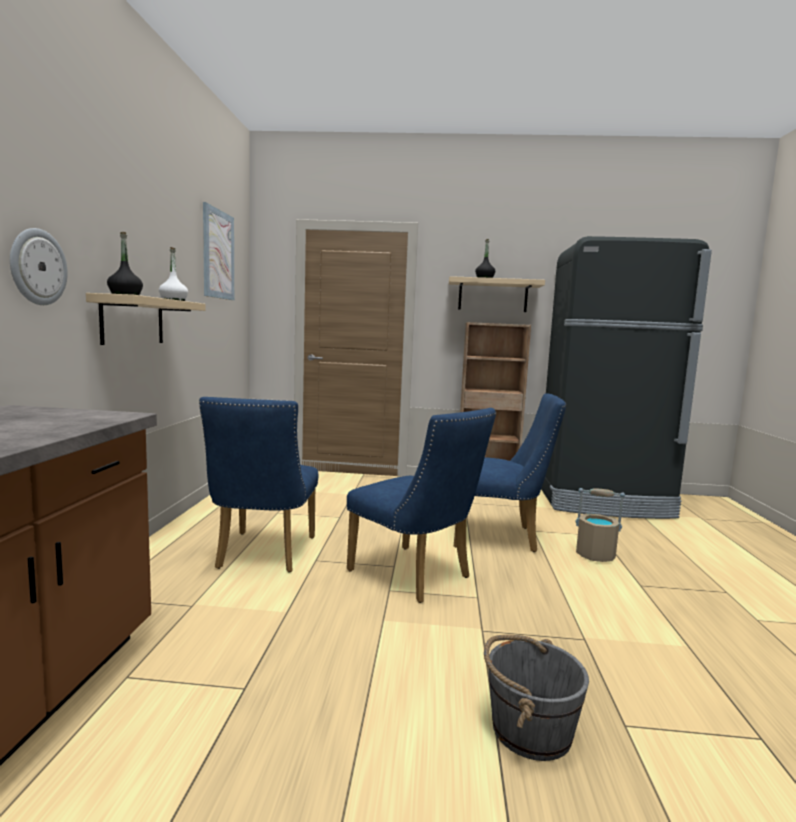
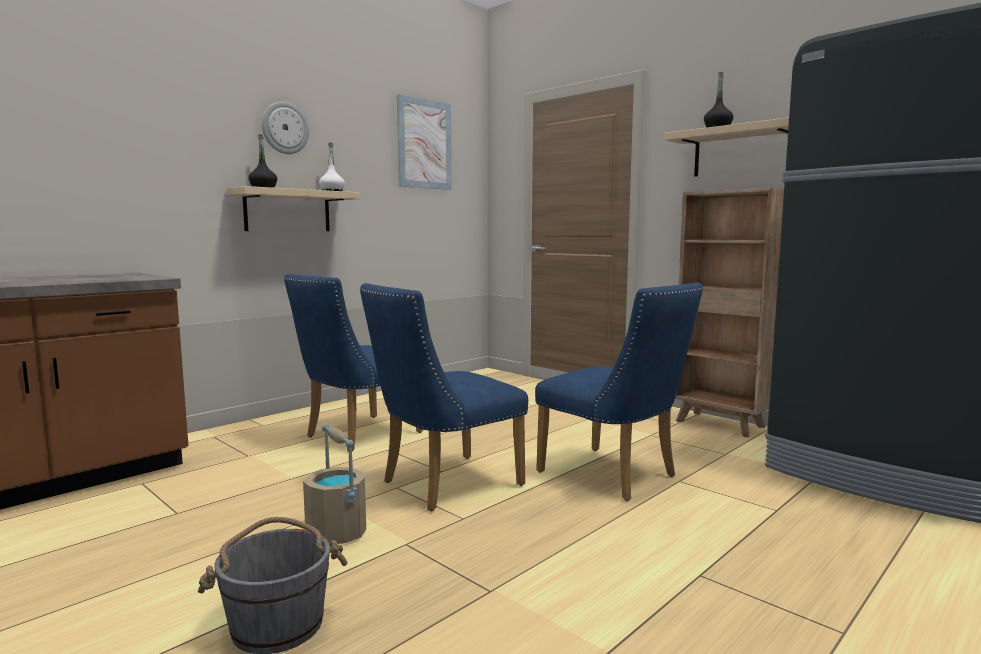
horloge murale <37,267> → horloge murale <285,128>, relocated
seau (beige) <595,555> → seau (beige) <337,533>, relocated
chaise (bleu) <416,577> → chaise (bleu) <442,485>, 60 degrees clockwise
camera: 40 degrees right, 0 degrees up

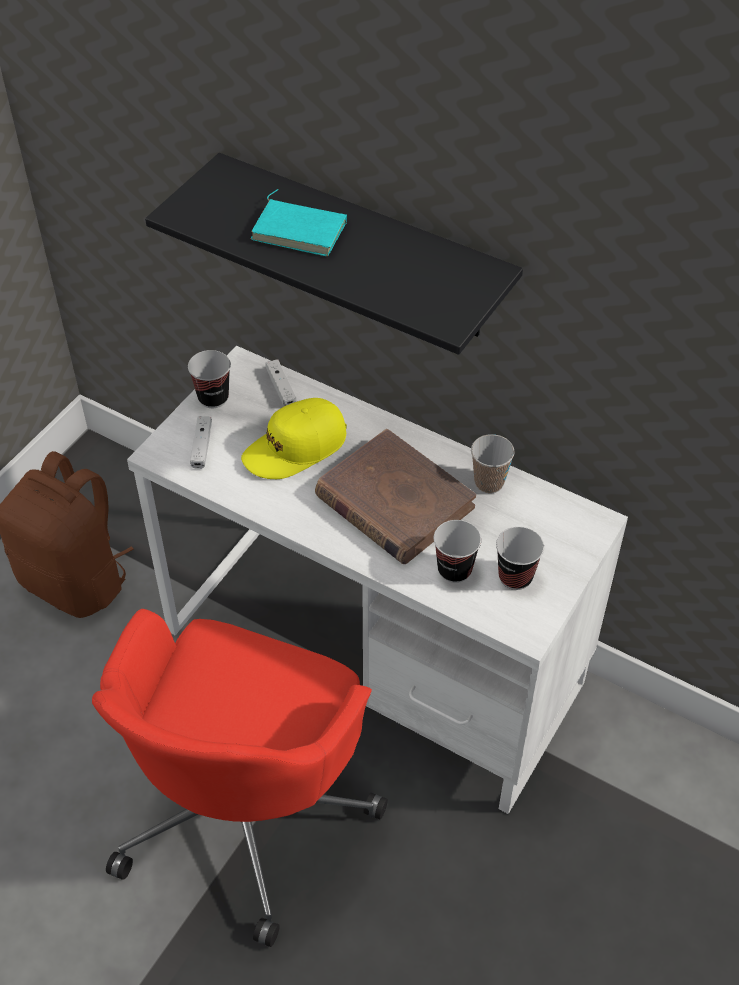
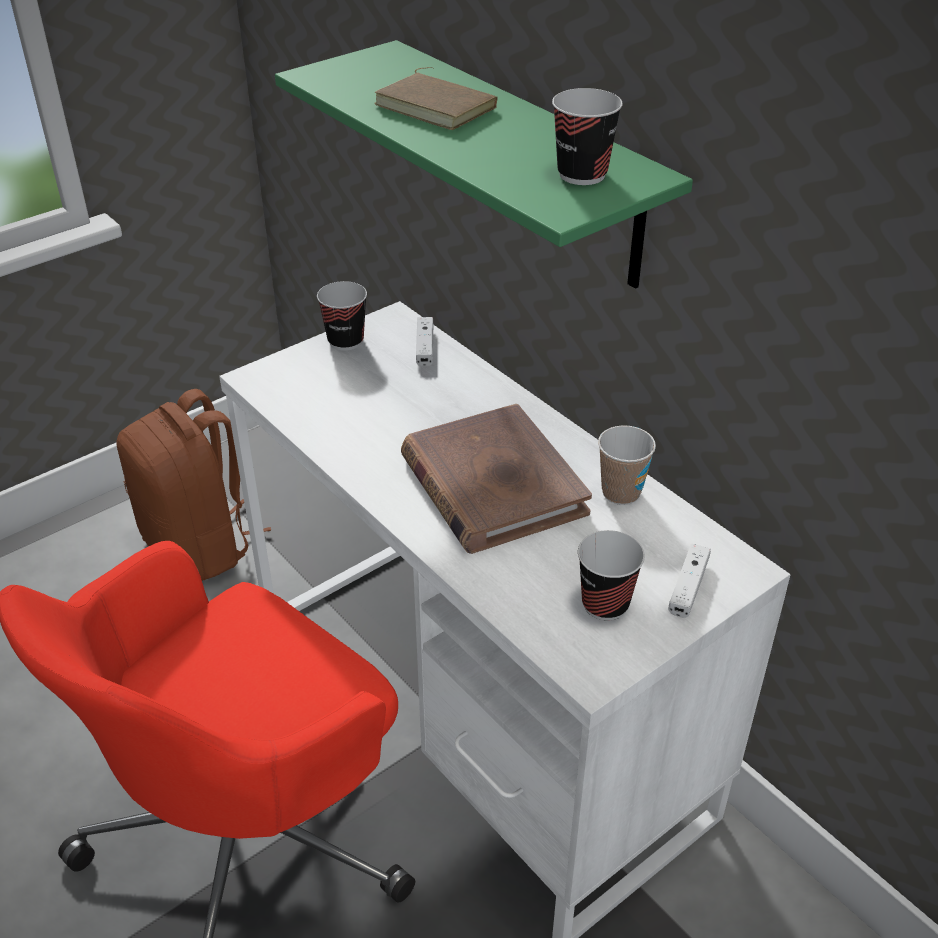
étagère (noir) <364,249> → étagère (vert) <525,163>
livre (turquoise) <300,230> → livre (marron) <438,106>
tasse <454,570> → tasse <582,174>, relocated
manette (blanc) <201,446> → manette (blanc) <688,587>, relocated
casquette (jaune) <295,448> → -
camera: 20 degrees right, 10 degrees down

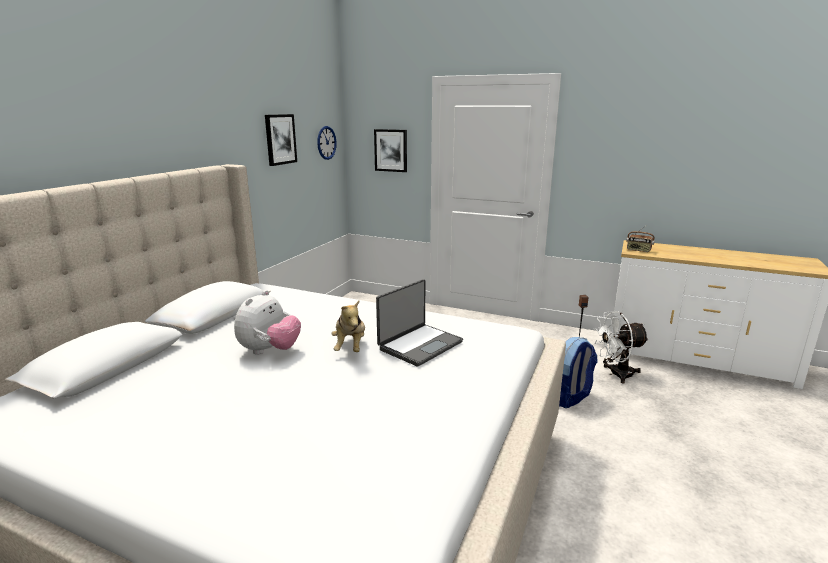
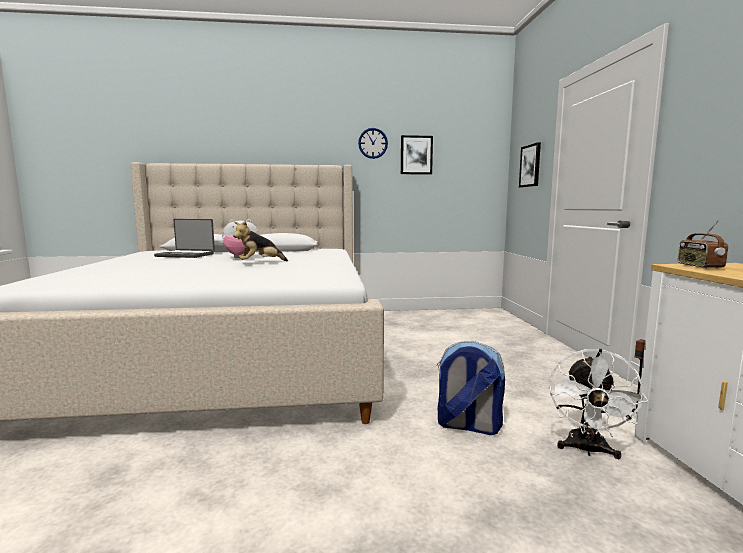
ordinateur portable <419,345> → ordinateur portable <186,255>, relocated
horloge murale <326,142> → horloge murale <373,143>, relocated
ventilateur (blanc) <616,374> → ventilateur (blanc) <587,450>, 120 degrees counterclockwise
camera: 60 degrees right, 10 degrees down

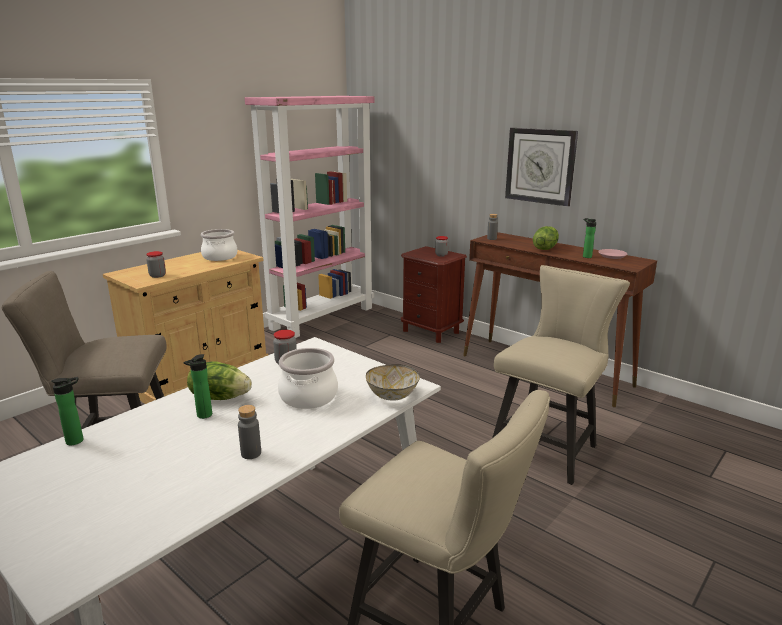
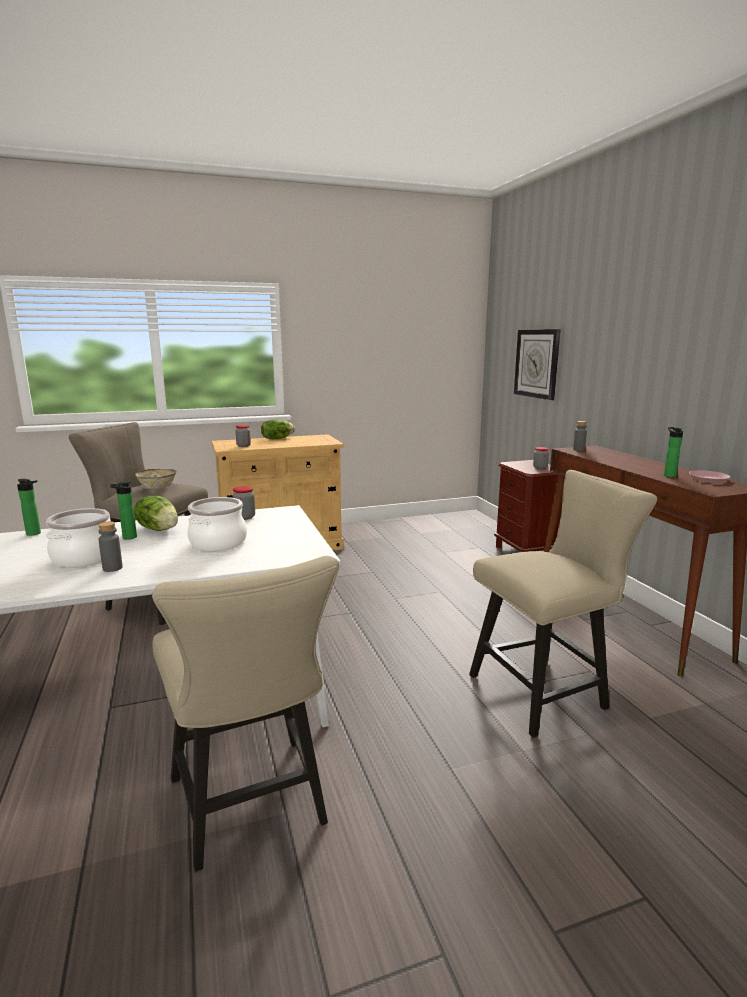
marmite <219,257> → marmite <84,557>, relocated
bol <393,395> → bol <158,488>, relocated
laitue <545,248> → laitue <277,438>, relocated
horloge murale <540,166> → horloge murale <537,363>, relocated
bibliothèque (rose) <322,318> → -
camera: 30 degrees right, 5 degrees down

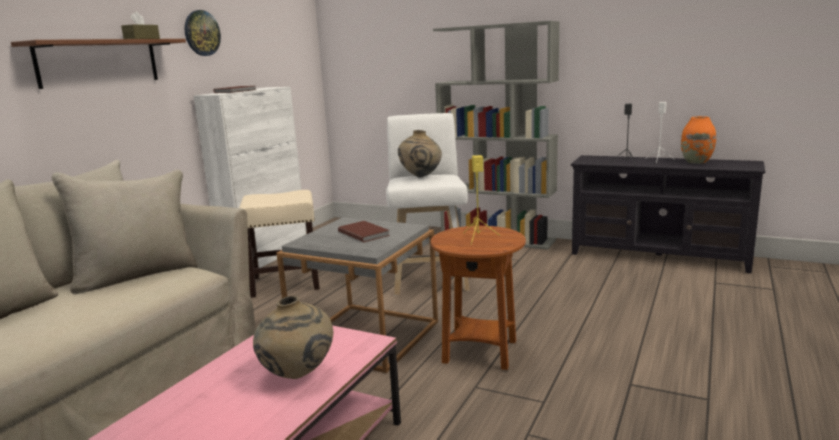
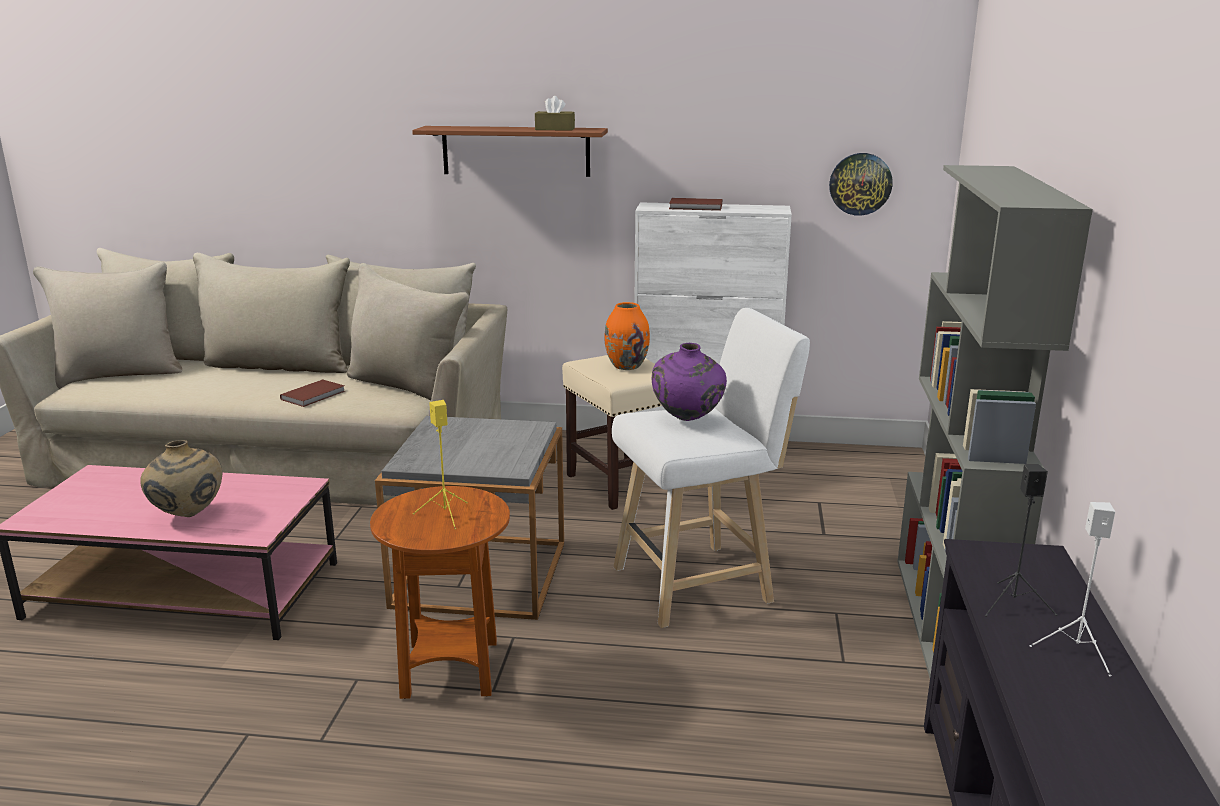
livre (marron) <364,233> → livre (marron) <314,395>, relocated
vase (orange) <696,162> → vase (orange) <626,366>, relocated
vase (beige) <420,177> → vase (violet) <688,420>
horloge murale <201,33> → horloge murale <860,184>, relocated
camera: 70 degrees right, 5 degrees up

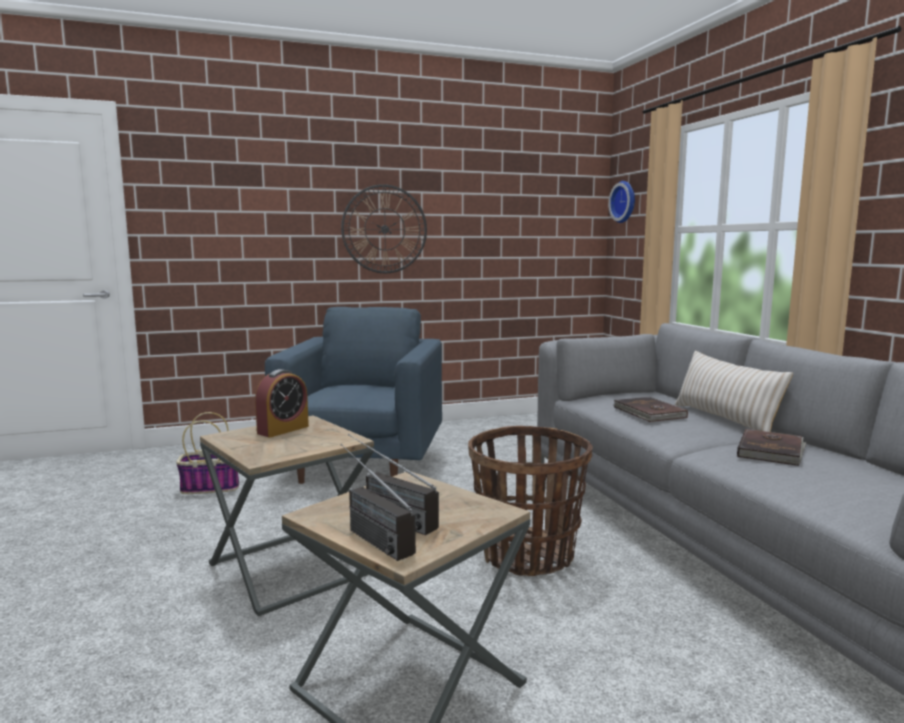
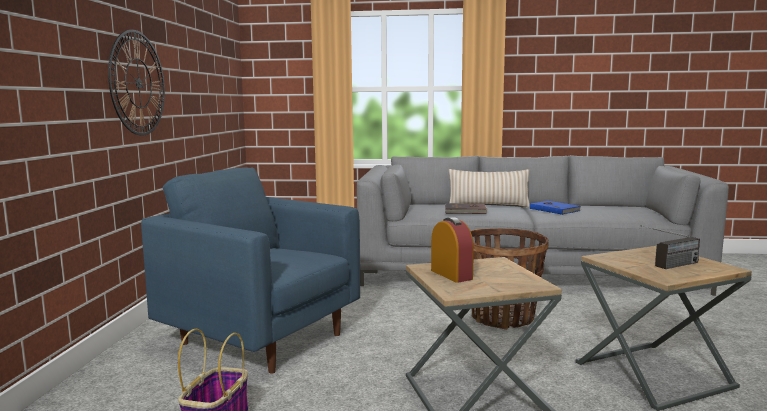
livre (marron) <771,451> → livre (bleu) <554,209>
radio <366,534> → -
horloge murale <625,202> → -
camera: 65 degrees left, 0 degrees up

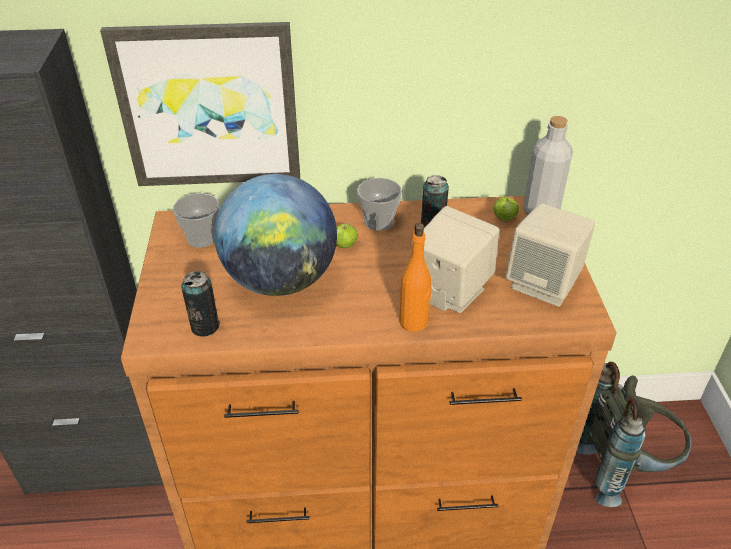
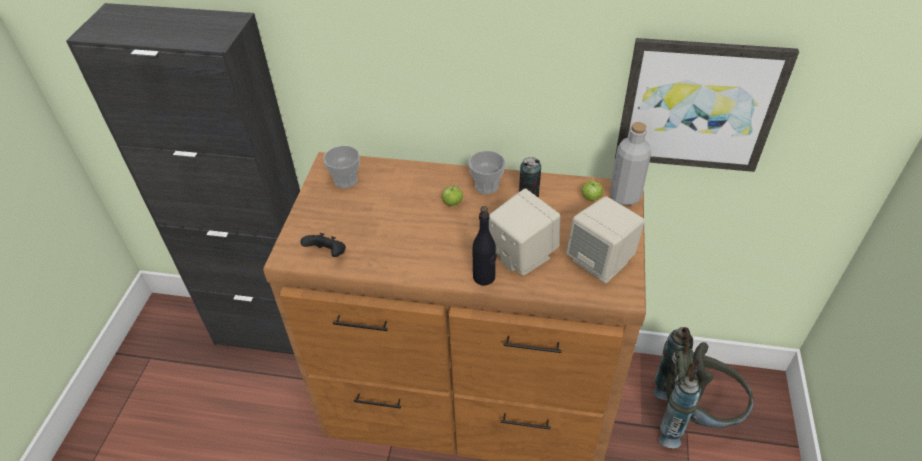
boîte métallique <205,326> → manette (noir) <328,254>
bouteille (orange) <414,322> → bouteille (noir) <484,277>
tableau <209,106> → tableau <698,105>, relocated
globe <280,280> → -
camera: 15 degrees right, 5 degrees up

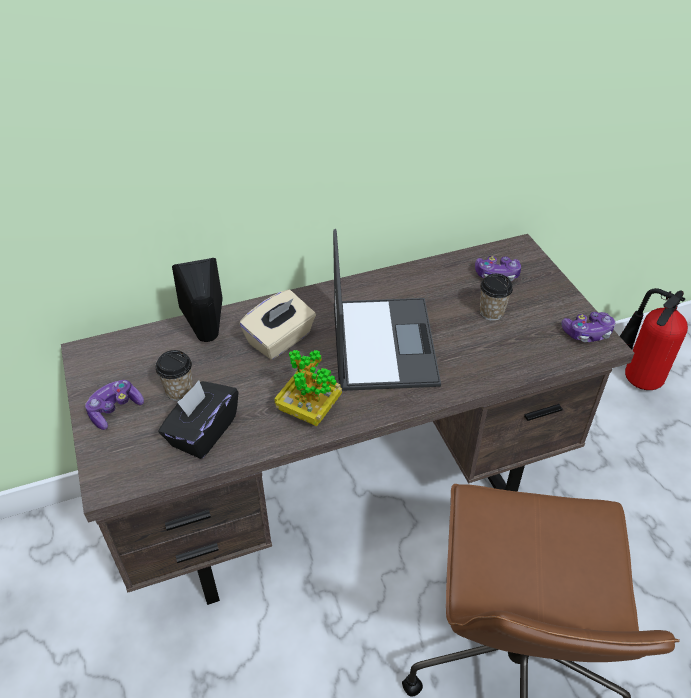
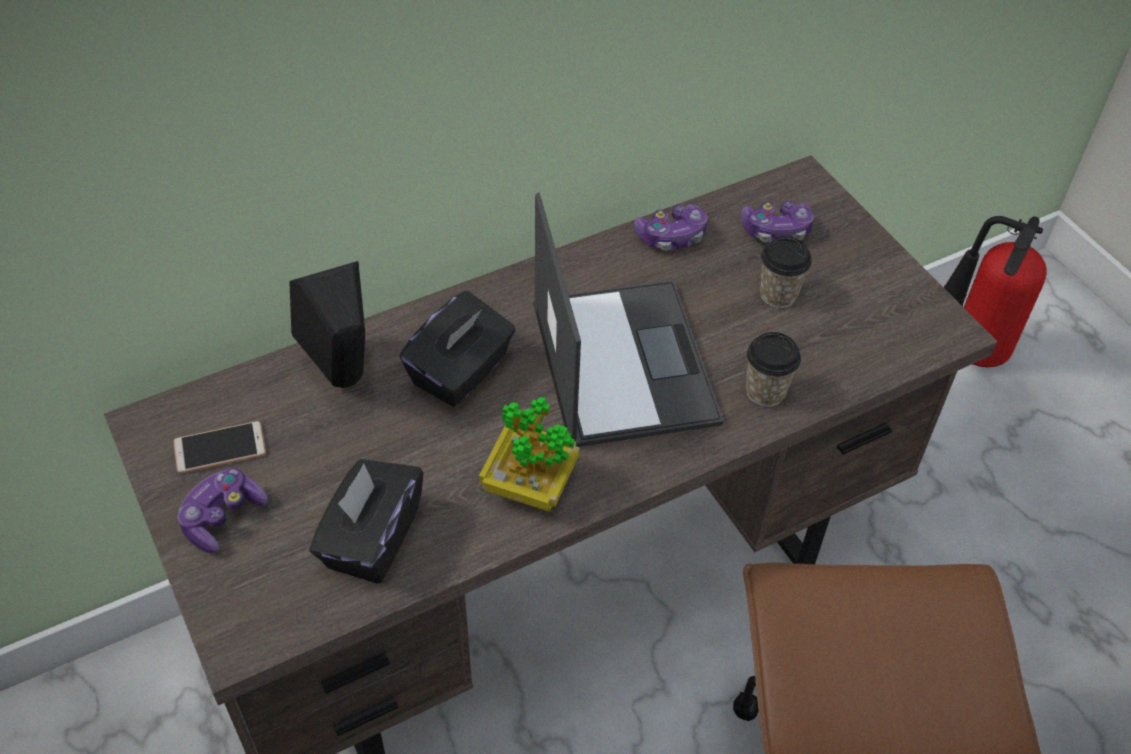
- → téléphone <220,448>
boîte à mouchoirs (beige) <280,340> → boîte à mouchoirs (noir) <461,372>
manette <587,333> → manette <671,237>, relocated
tasse <179,391> → tasse <765,391>, relocated
camera: 10 degrees left, 5 degrees up

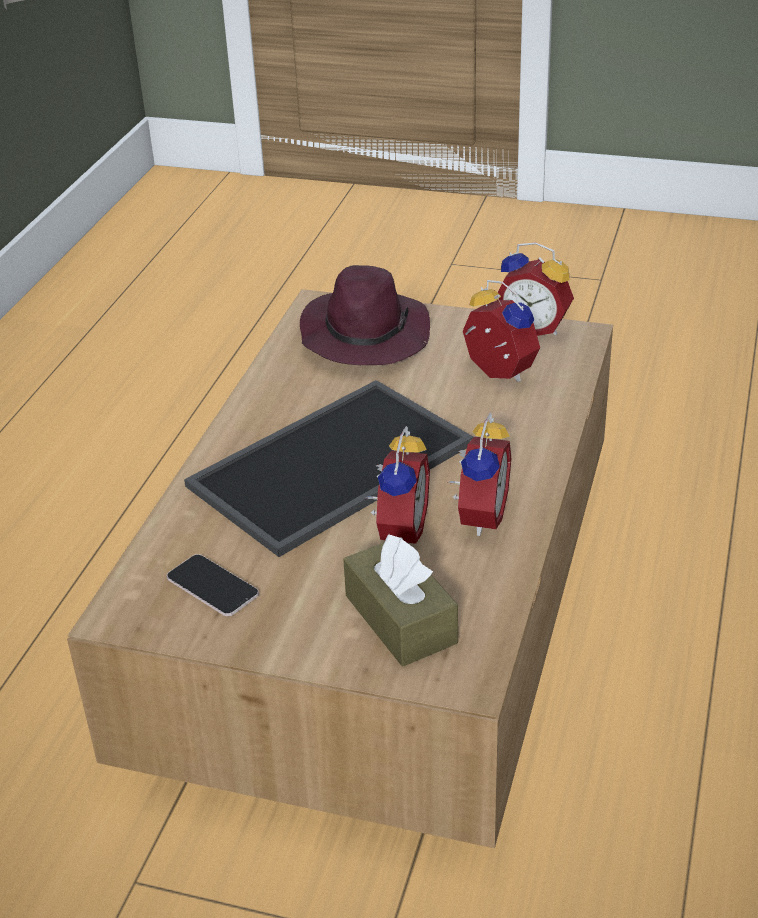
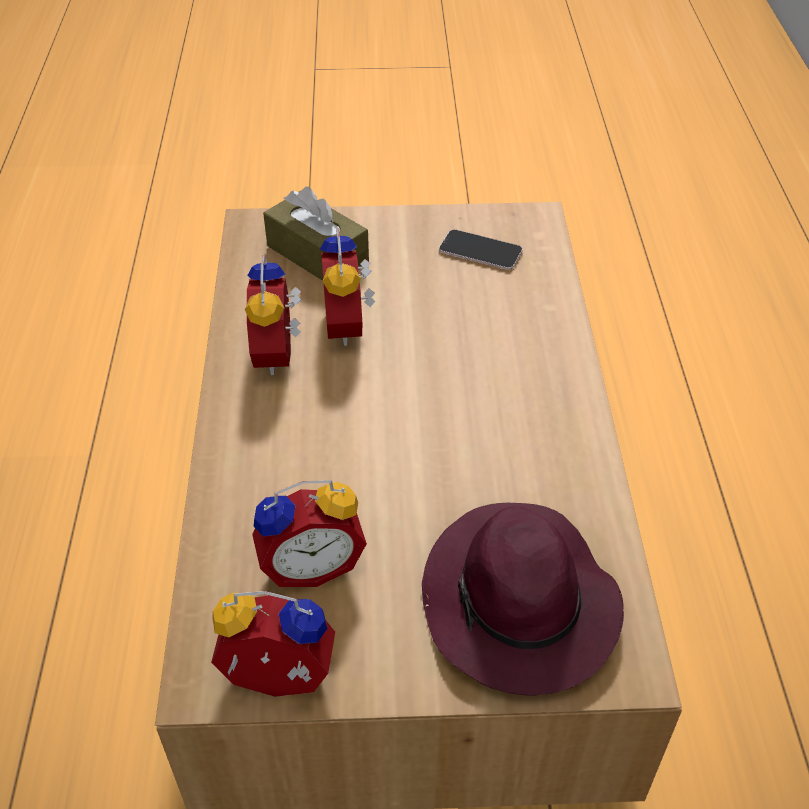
réveil <496,374> → réveil <310,563>, 45 degrees counterclockwise
plateau <332,468> → -
camera: 160 degrees right, 10 degrees up

